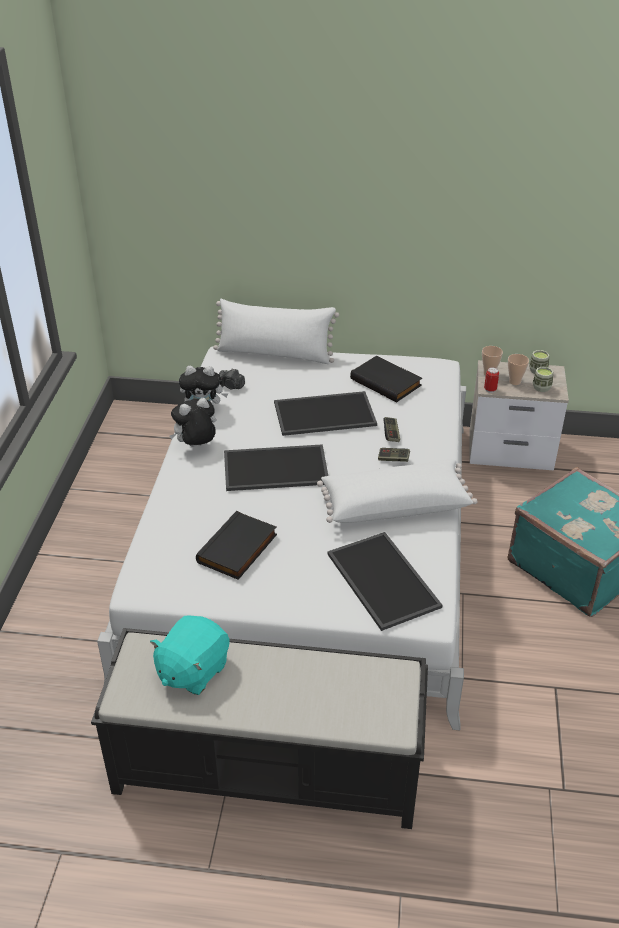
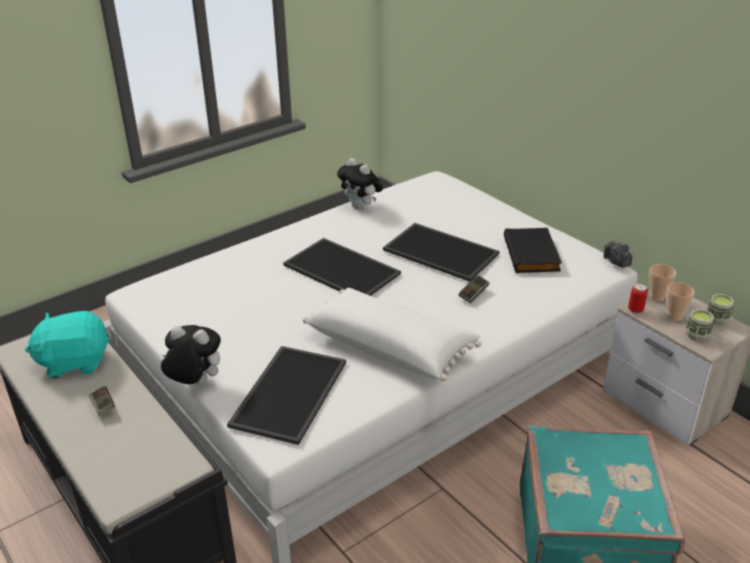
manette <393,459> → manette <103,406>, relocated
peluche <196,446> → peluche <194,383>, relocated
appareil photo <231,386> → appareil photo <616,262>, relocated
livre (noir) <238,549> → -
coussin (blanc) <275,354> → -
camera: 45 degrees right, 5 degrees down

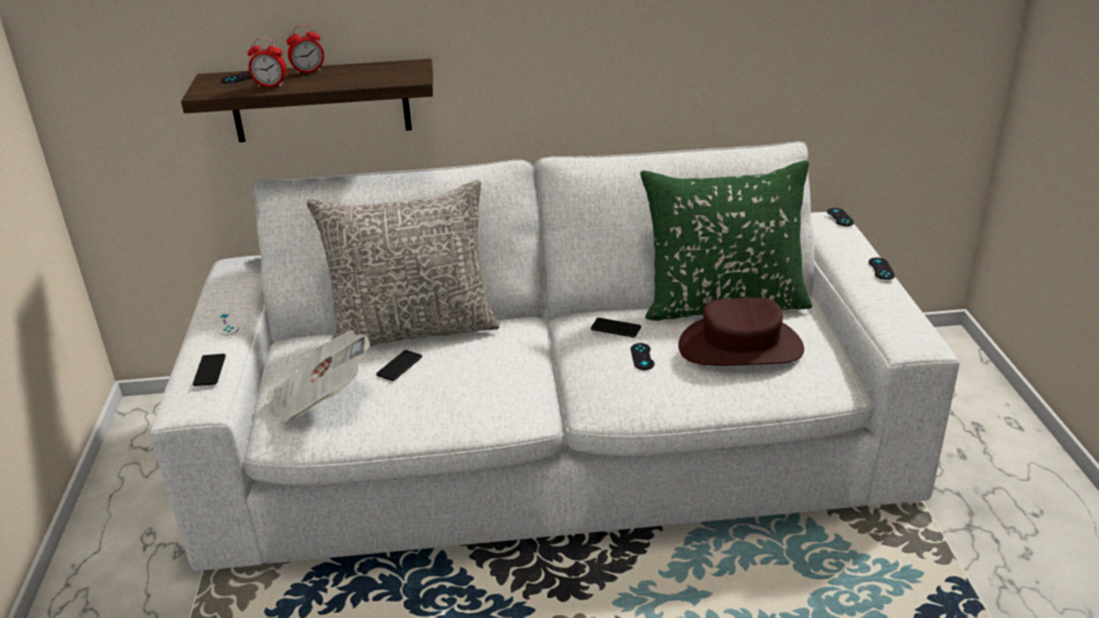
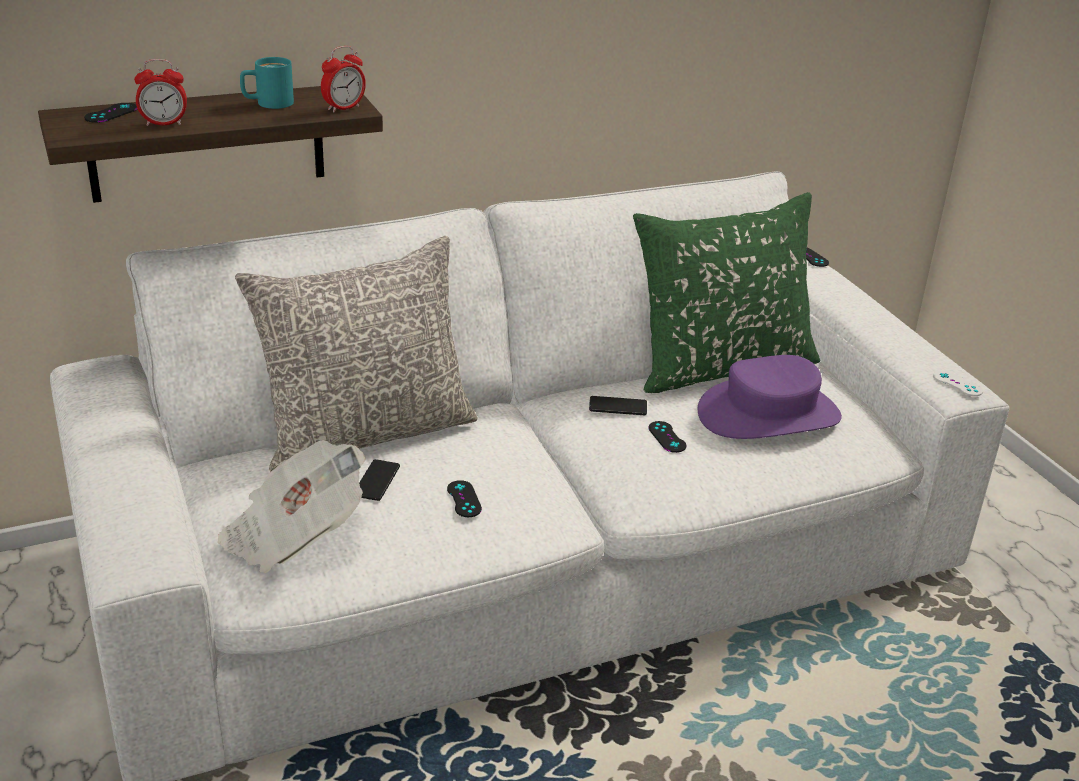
- → mug (turquoise) <267,104>
réveil <308,72> → réveil <344,108>, relocated
manette (noir) <881,269> → manette (noir) <464,499>, relocated
chapeau (marron) <740,347> → chapeau (violet) <768,415>
manette (blanc) <226,323> → manette (blanc) <957,383>, relocated
téléphone <209,370> → -
camera: 20 degrees left, 0 degrees up

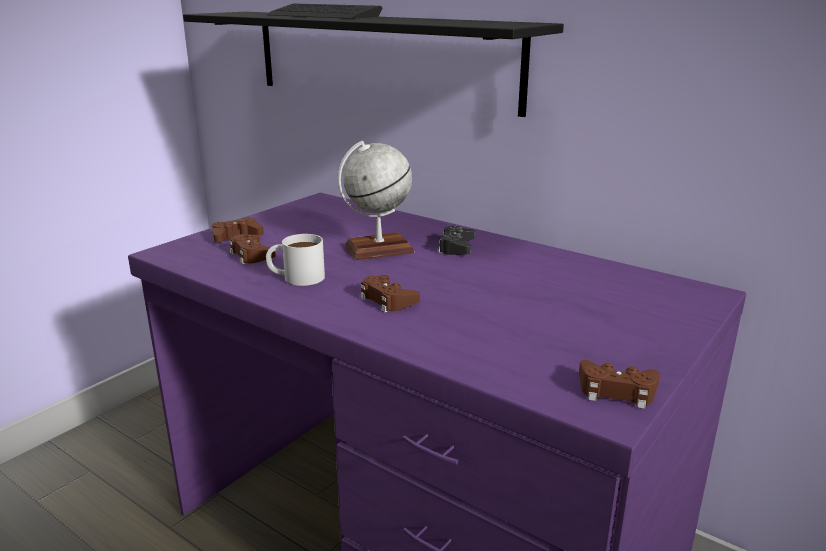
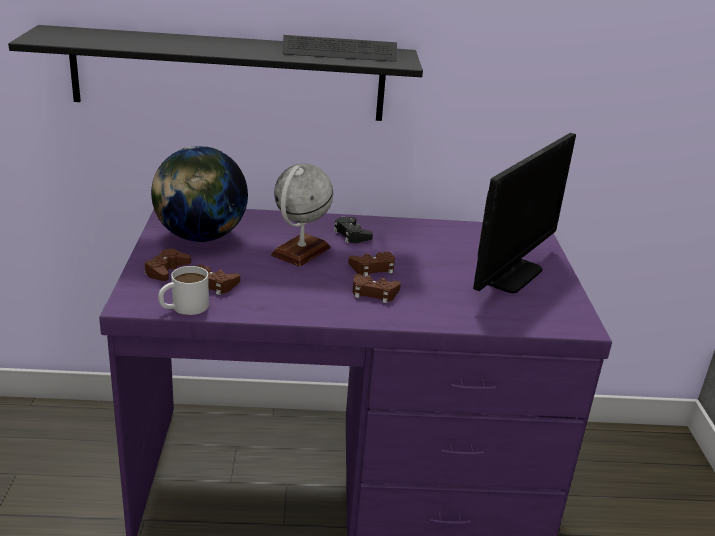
- → globe <200,237>
mug (blanc) <296,277> → mug (blanc) <183,307>, relocated
clavier <322,15> → clavier <339,52>, relocated
manette (marron) <617,391> → manette (marron) <373,268>, relocated
- → écran d'ordinateur <509,274>
camera: 40 degrees left, 5 degrees up

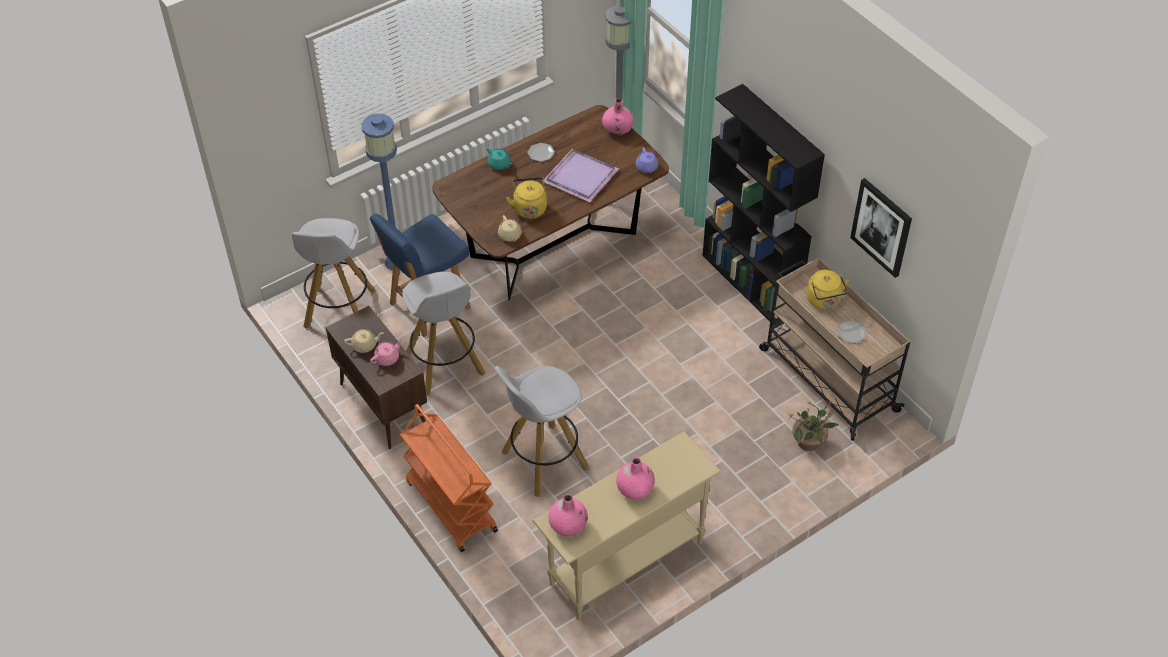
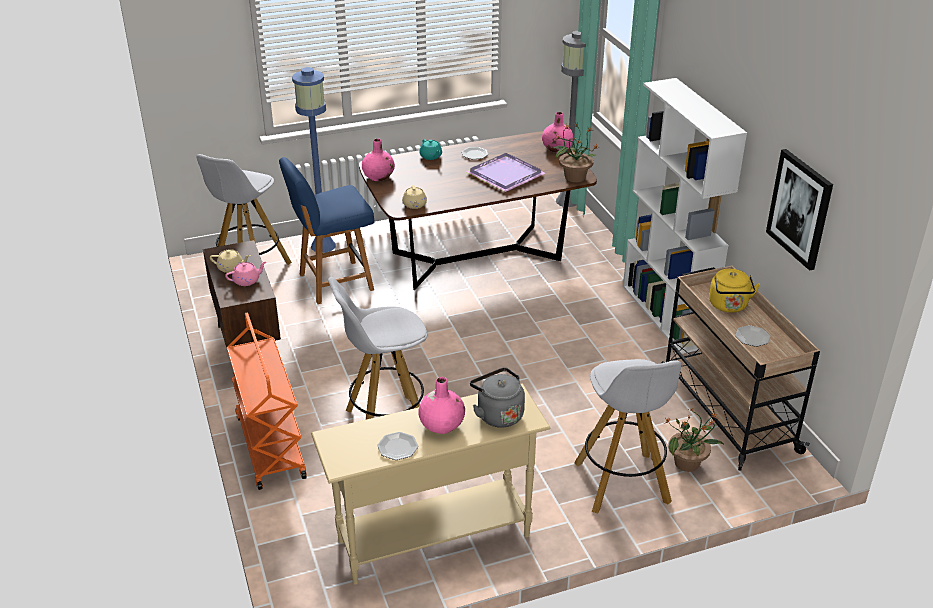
vase (rose) <568,525> → vase (rose) <378,176>, relocated
- → assiette <398,447>
- → bouilloire (gris) <498,414>
théière (violet) <647,167> → plante en pot <574,177>
tabouret (blanc) <445,365> → tabouret (blanc) <622,484>, relocated
bibliothèque (noir) <751,283> → bibliothèque (blanc) <666,315>
bouilloire (jaune) <529,207> → -
camera: 15 degrees right, 15 degrees down

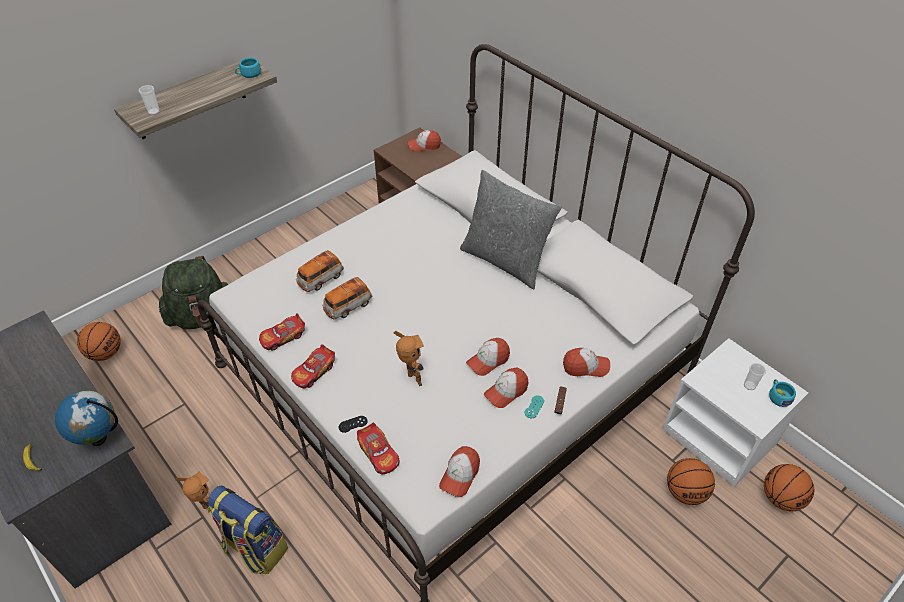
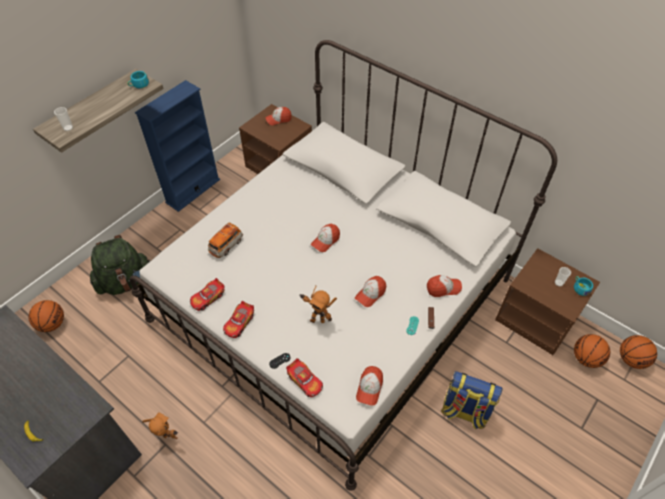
- → bibliothèque (bleu) <193,191>
robot jouet <412,381> → robot jouet <317,319>, 150 degrees clockwise
casquette <506,391> → casquette <325,241>, relocated
sac à dos <254,548> → sac à dos <464,411>, relocated
table de chevet (blanc) <721,436> → table de chevet (marron) <537,318>
ballon de basket <685,492> → ballon de basket <631,359>, relocated
globe <99,438> → -
petite voiture <348,306> → -
coussin (gris) <505,260> → -
camera: 10 degrees left, 5 degrees up

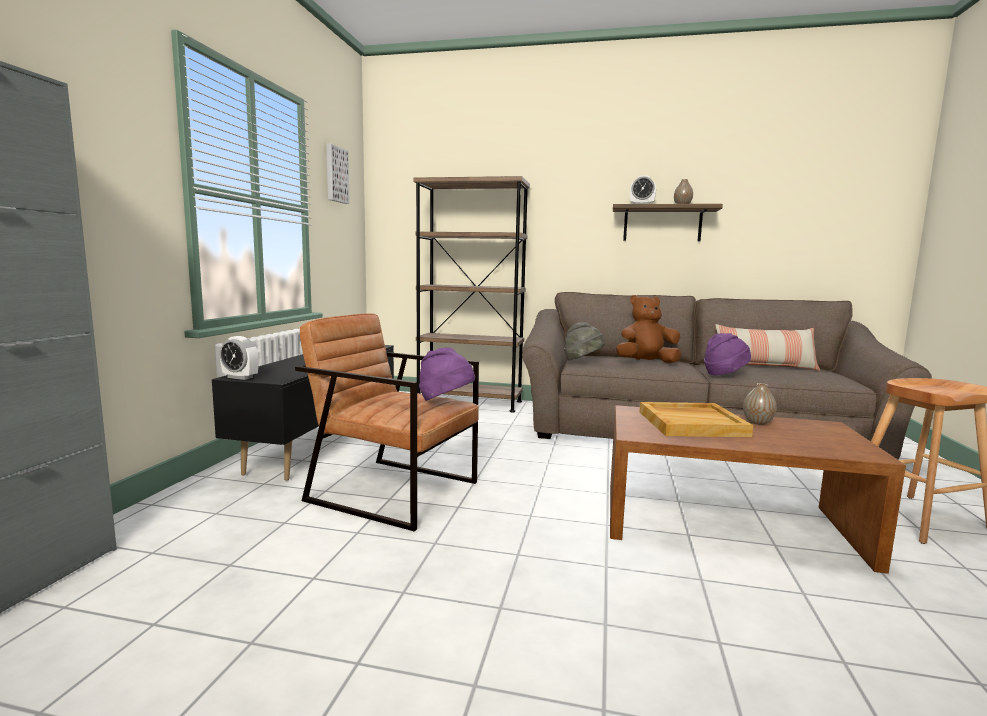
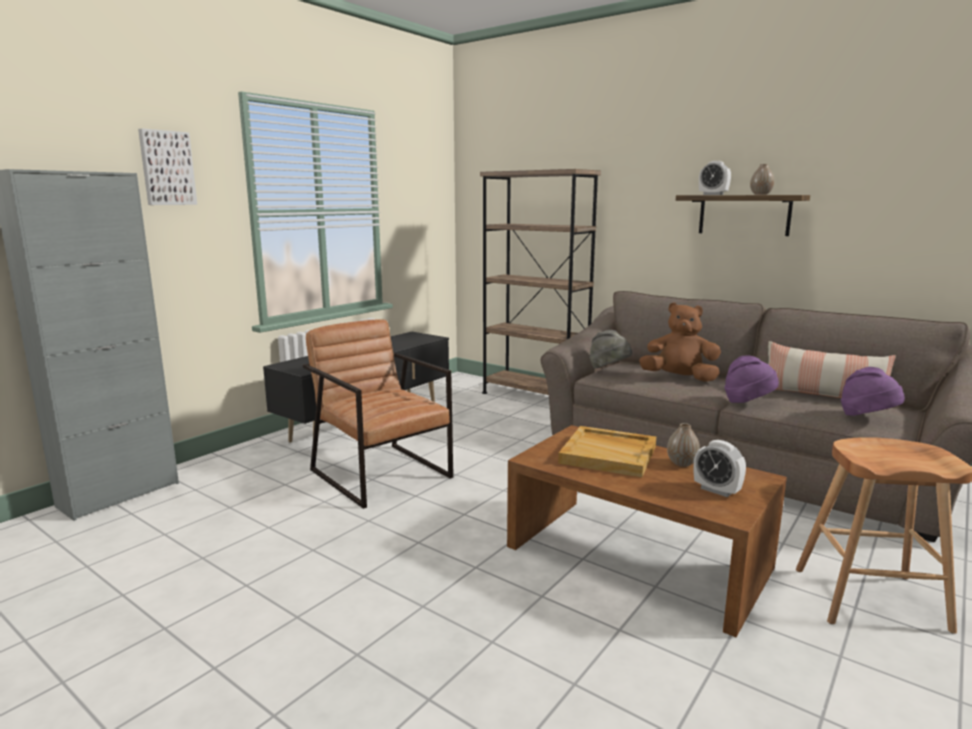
tableau <335,175> → tableau <167,168>, relocated
réveil <240,377> → réveil <716,490>, relocated
chapeau (violet) <446,401> → chapeau (violet) <867,418>, relocated
camera: 25 degrees right, 5 degrees up

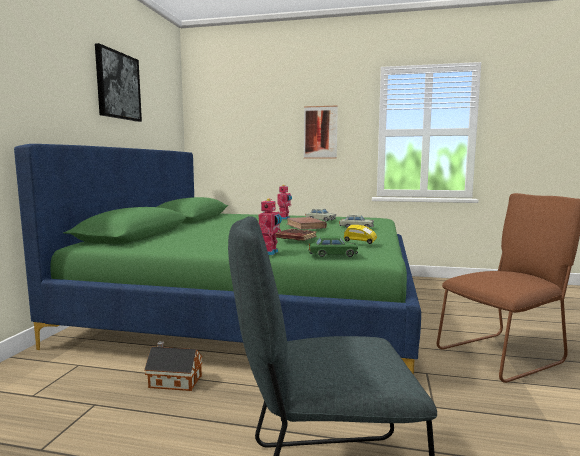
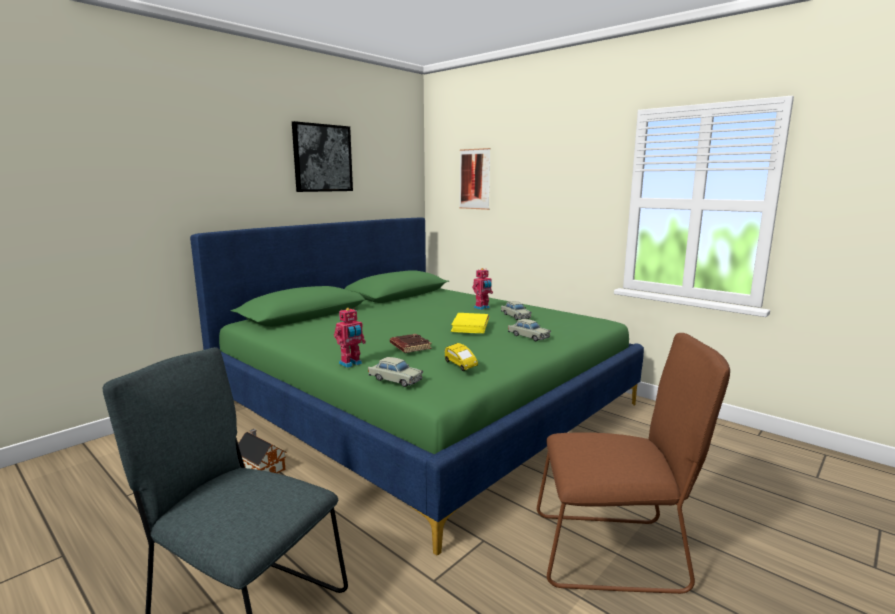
petite voiture (vert) <332,254> → petite voiture (beige) <395,379>
livre (marron) <305,226> → livre (jaune) <470,326>
tableau <320,132> → tableau <474,179>, relocated
camera: 30 degrees right, 5 degrees up

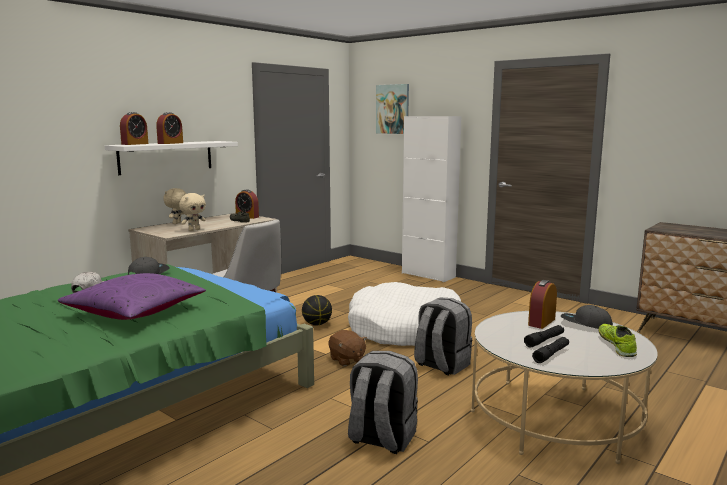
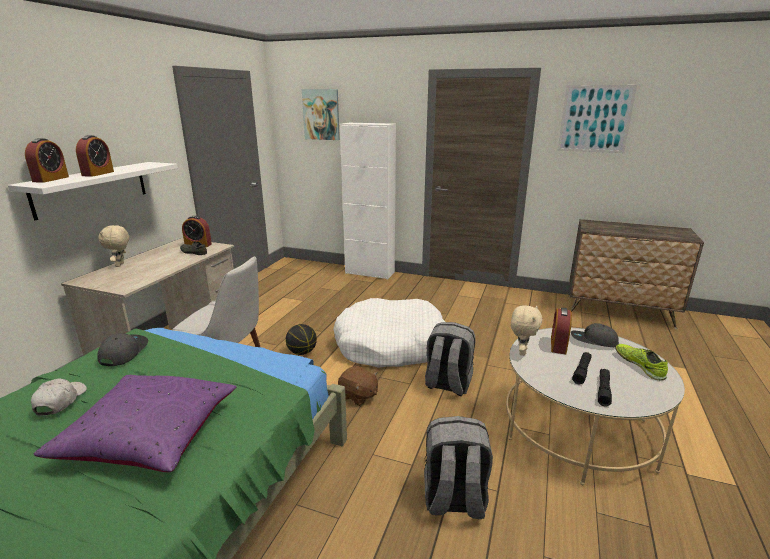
peluche (beige) <194,230> → peluche (beige) <521,351>, relocated
- → tableau <595,119>
camera: 20 degrees left, 10 degrees up

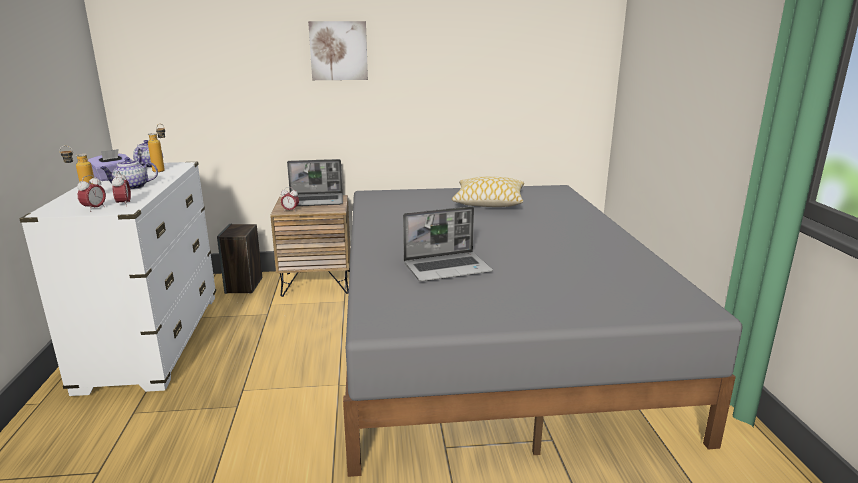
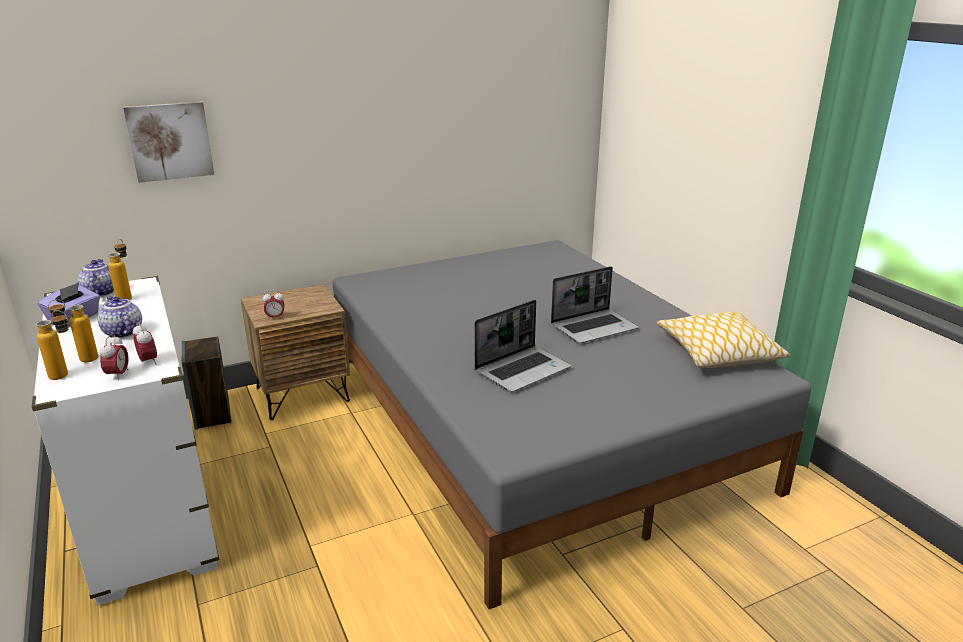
- → bouteille <66,376>
théière <131,187> → théière <122,332>, 90 degrees clockwise
tableau <338,50> → tableau <170,141>, relocated
ordinateur portable <316,201> → ordinateur portable <594,327>, relocated
coussin <488,202> → coussin <717,352>, relocated
camera: 20 degrees left, 5 degrees up

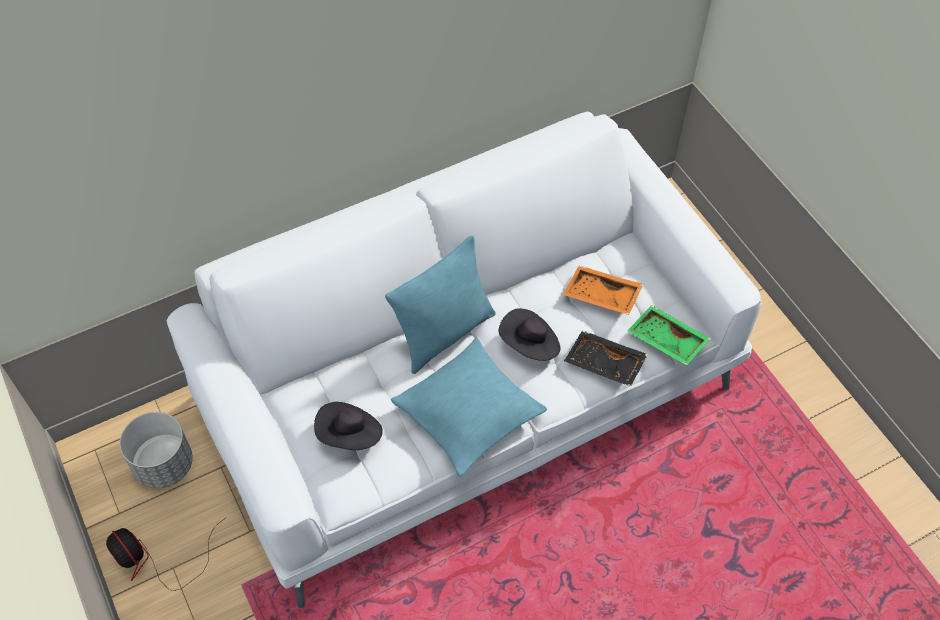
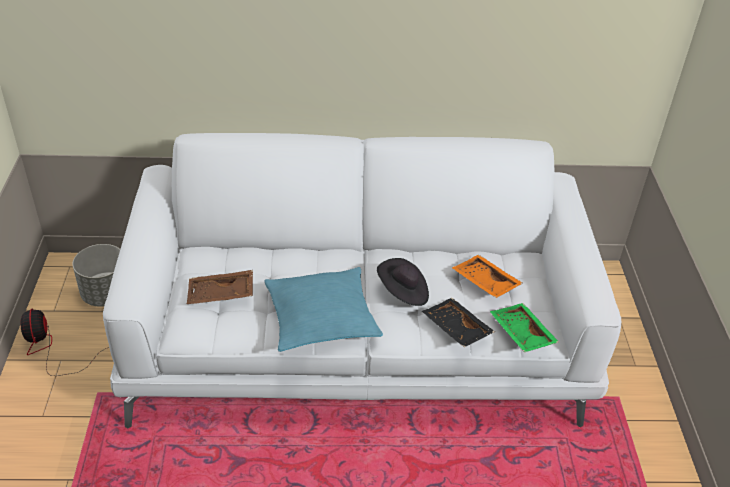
chapeau (noir) <350,435> → plateau (marron) <221,295>
coussin (turquoise) <445,334> → -
camera: 25 degrees right, 15 degrees down

